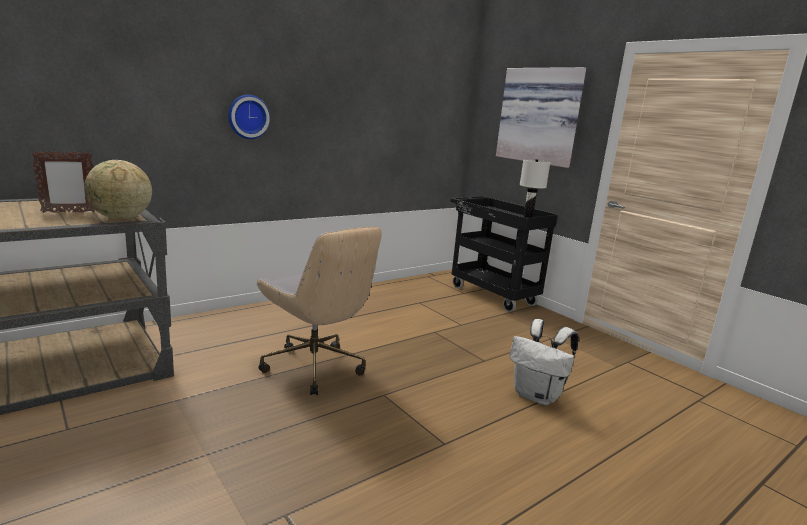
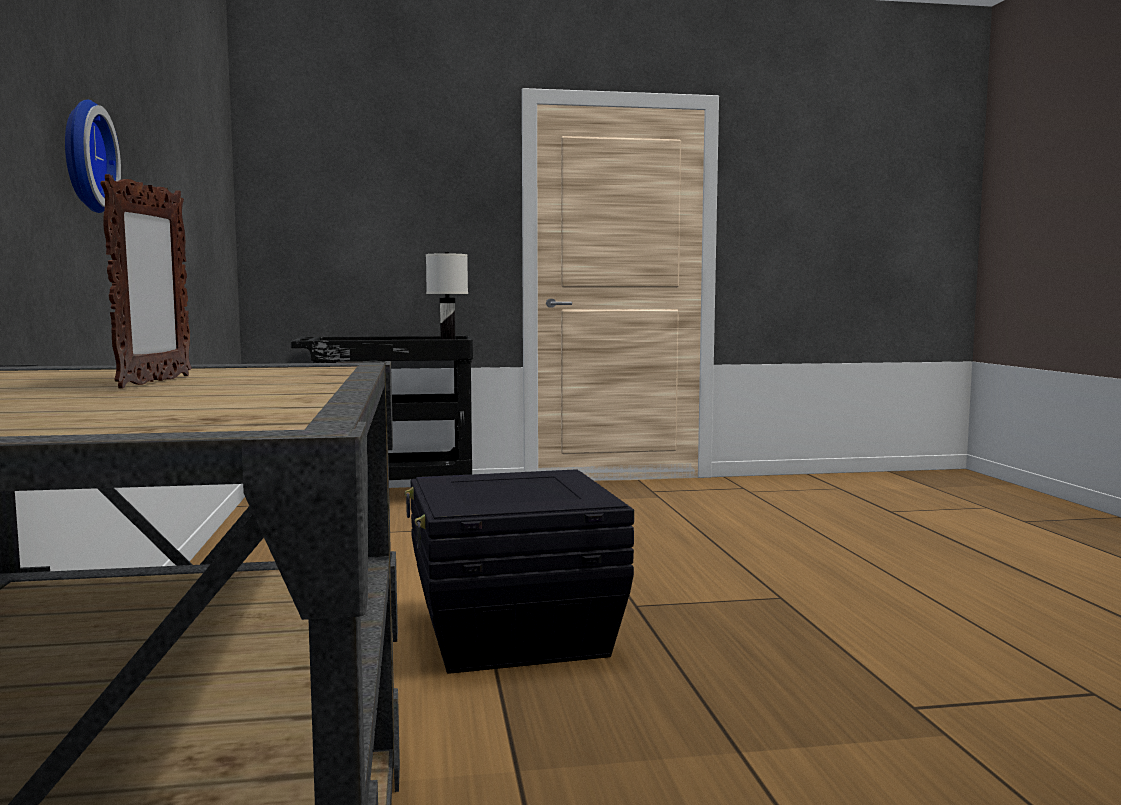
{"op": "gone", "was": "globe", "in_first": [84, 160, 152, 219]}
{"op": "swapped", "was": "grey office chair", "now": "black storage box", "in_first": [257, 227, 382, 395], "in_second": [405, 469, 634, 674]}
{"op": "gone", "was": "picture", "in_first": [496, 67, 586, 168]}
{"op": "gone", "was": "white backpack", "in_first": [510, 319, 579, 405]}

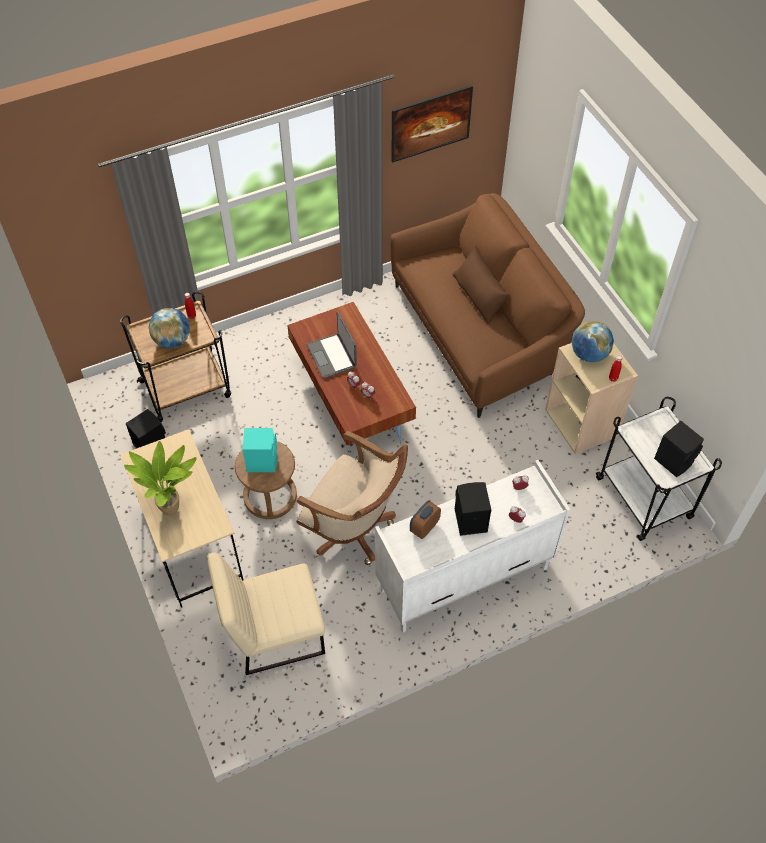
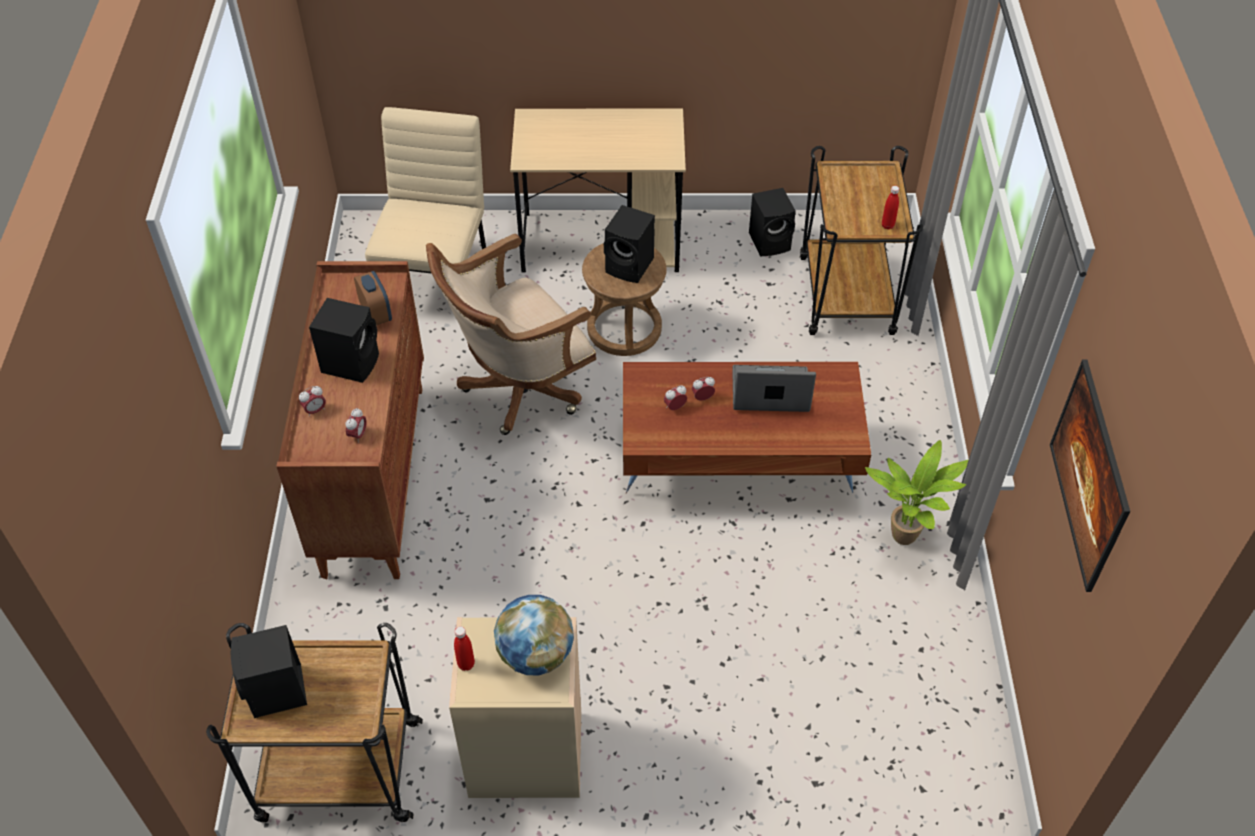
{"op": "shifted", "was": "potted plant", "in_first": [124, 441, 197, 516], "in_second": [865, 440, 968, 545]}
{"op": "gone", "was": "globe", "in_first": [149, 308, 190, 348]}
{"op": "repainted", "was": "turquoise speaker", "now": "black speaker", "in_first": [243, 428, 277, 472], "in_second": [604, 205, 655, 283]}
{"op": "repainted", "was": "white cabinet", "now": "brown cabinet", "in_first": [375, 460, 570, 633], "in_second": [276, 261, 424, 579]}
{"op": "gone", "was": "brown sofa", "in_first": [390, 193, 585, 418]}
{"op": "repainted", "was": "white cart", "now": "brown cart", "in_first": [596, 397, 722, 541], "in_second": [206, 623, 423, 822]}

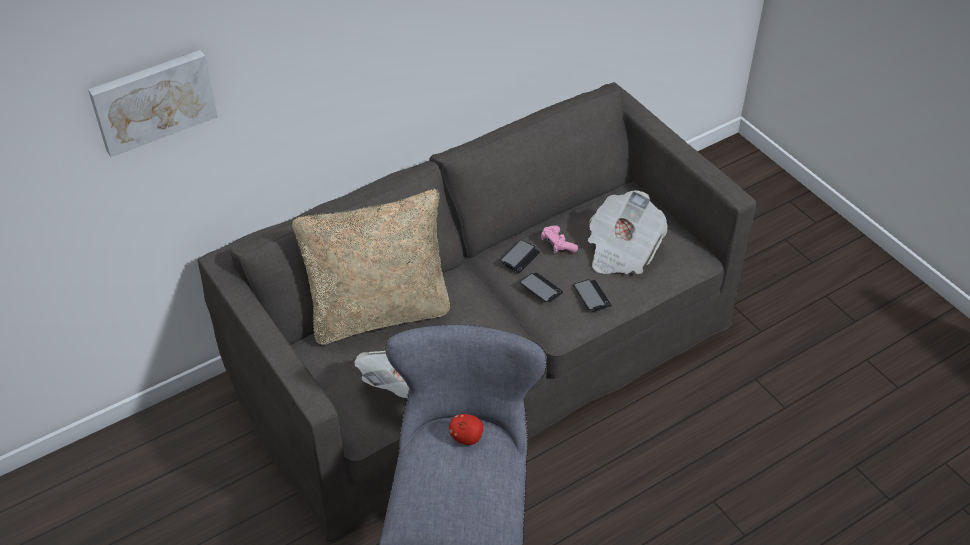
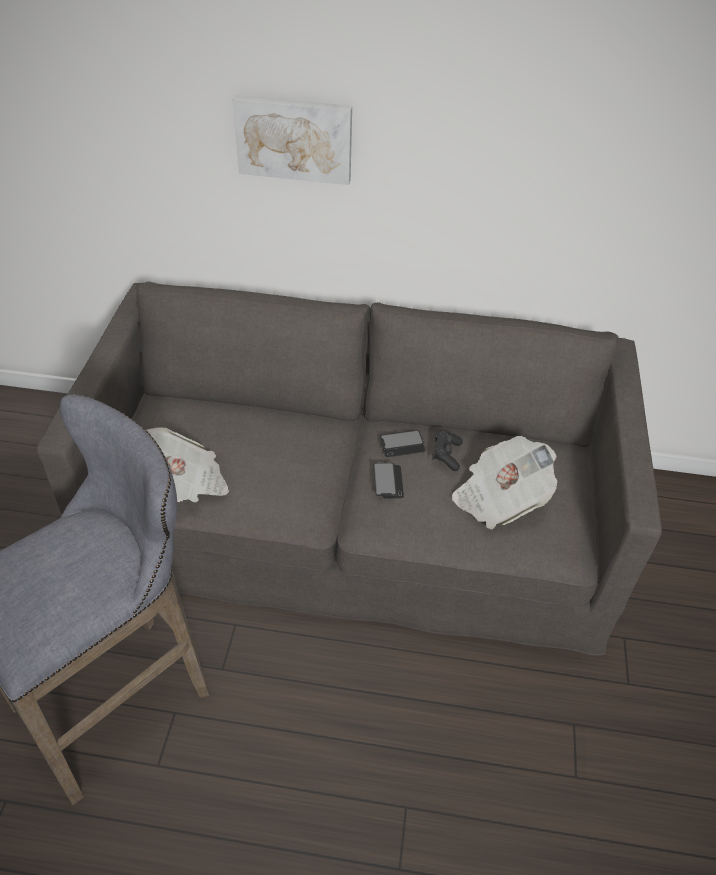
{"op": "shifted", "was": "picture", "in_first": [88, 50, 218, 157], "in_second": [233, 95, 352, 185]}
{"op": "gone", "was": "beige pillow", "in_first": [292, 189, 450, 345]}
{"op": "gone", "was": "apple", "in_first": [449, 414, 483, 445]}
{"op": "repainted", "was": "pink game controller", "now": "black game controller", "in_first": [541, 226, 578, 253], "in_second": [432, 431, 463, 471]}
{"op": "gone", "was": "phone", "in_first": [573, 279, 612, 311]}

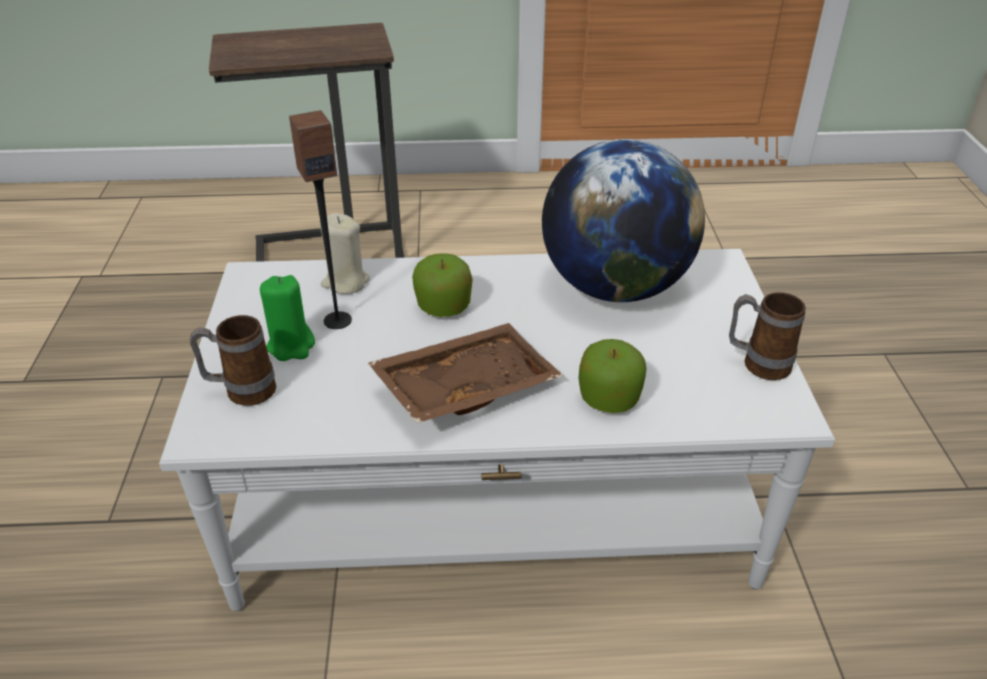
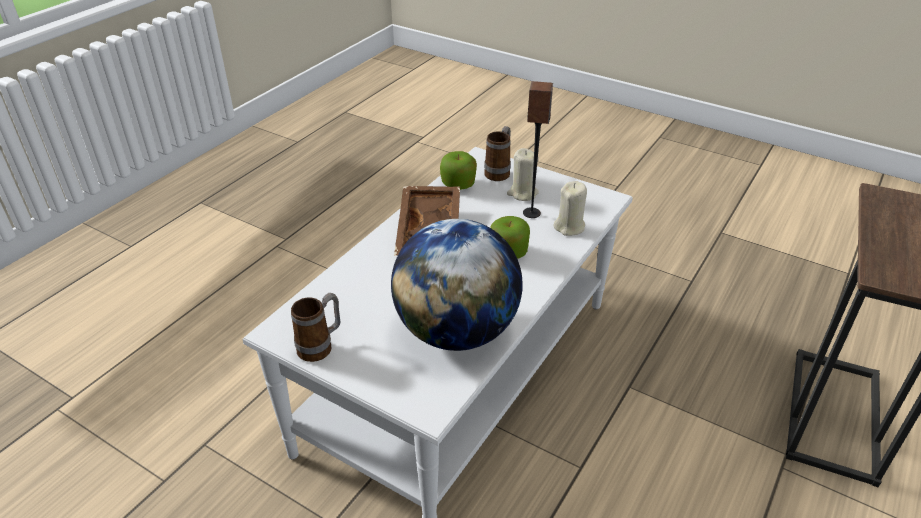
{"op": "repainted", "was": "green candle", "now": "beige candle", "in_first": [260, 275, 315, 361], "in_second": [507, 148, 539, 201]}
{"op": "shifted", "was": "apple", "in_first": [579, 339, 647, 413], "in_second": [440, 151, 477, 190]}

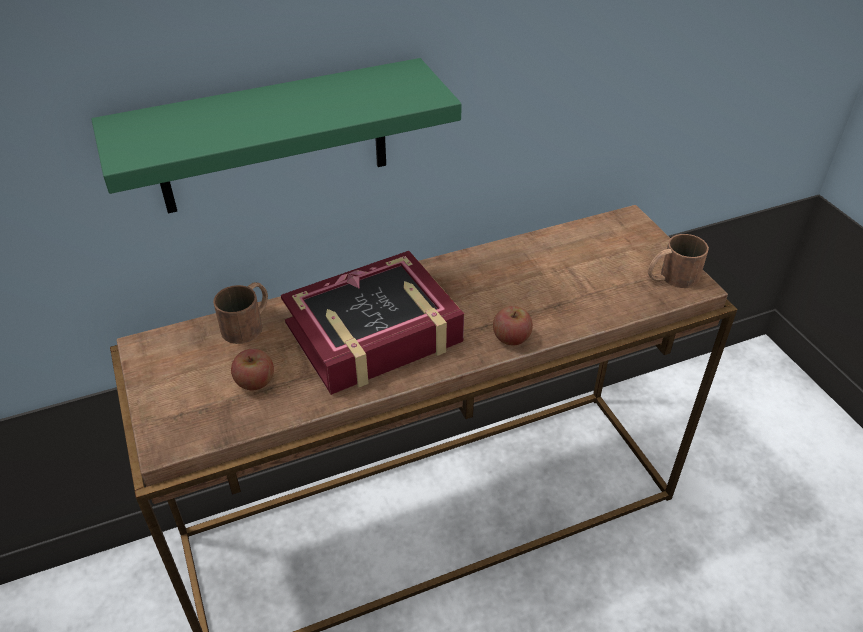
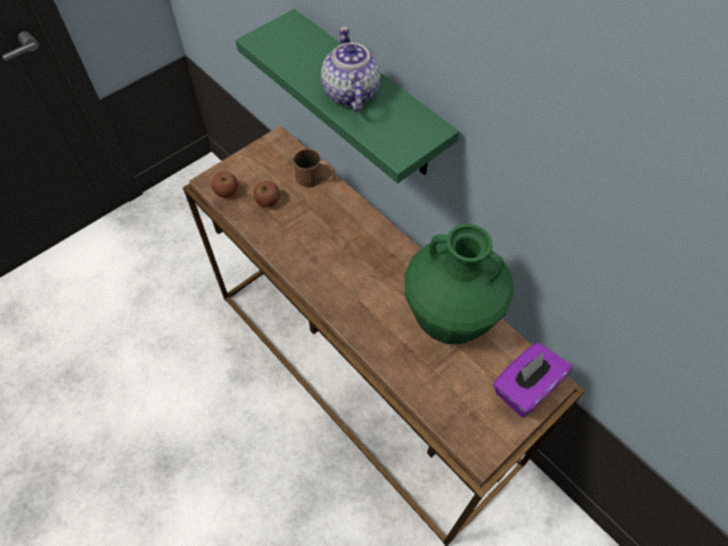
{"op": "gone", "was": "book", "in_first": [281, 251, 464, 395]}
{"op": "shifted", "was": "apple", "in_first": [493, 306, 533, 345], "in_second": [212, 172, 238, 198]}
{"op": "gone", "was": "brown mug", "in_first": [648, 234, 709, 288]}
{"op": "new", "now": "teapot", "in_second": [321, 27, 381, 112]}
{"op": "new", "now": "green vase", "in_second": [405, 224, 514, 344]}
{"op": "new", "now": "purple tissue box", "in_second": [493, 343, 573, 417]}

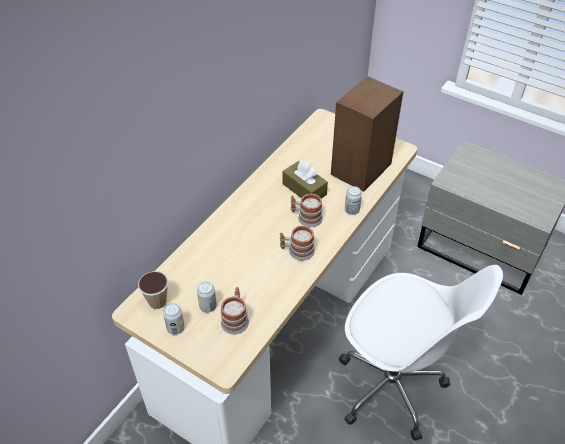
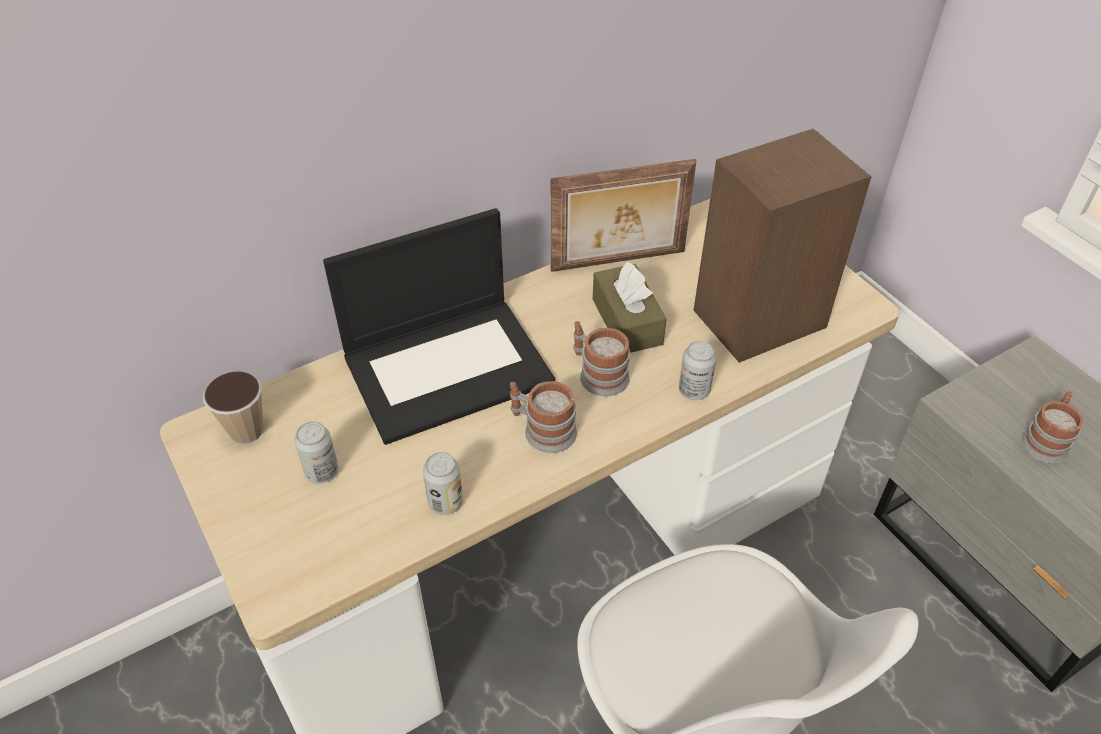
{"op": "shifted", "was": "can", "in_first": [163, 303, 185, 335], "in_second": [423, 452, 463, 515]}
{"op": "shifted", "was": "mug", "in_first": [220, 287, 249, 335], "in_second": [1021, 391, 1084, 463]}
{"op": "new", "now": "laptop", "in_second": [323, 208, 555, 445]}
{"op": "new", "now": "picture frame", "in_second": [551, 159, 696, 272]}

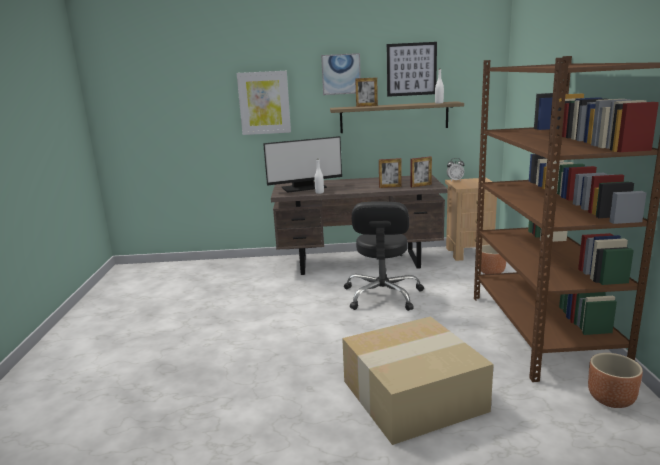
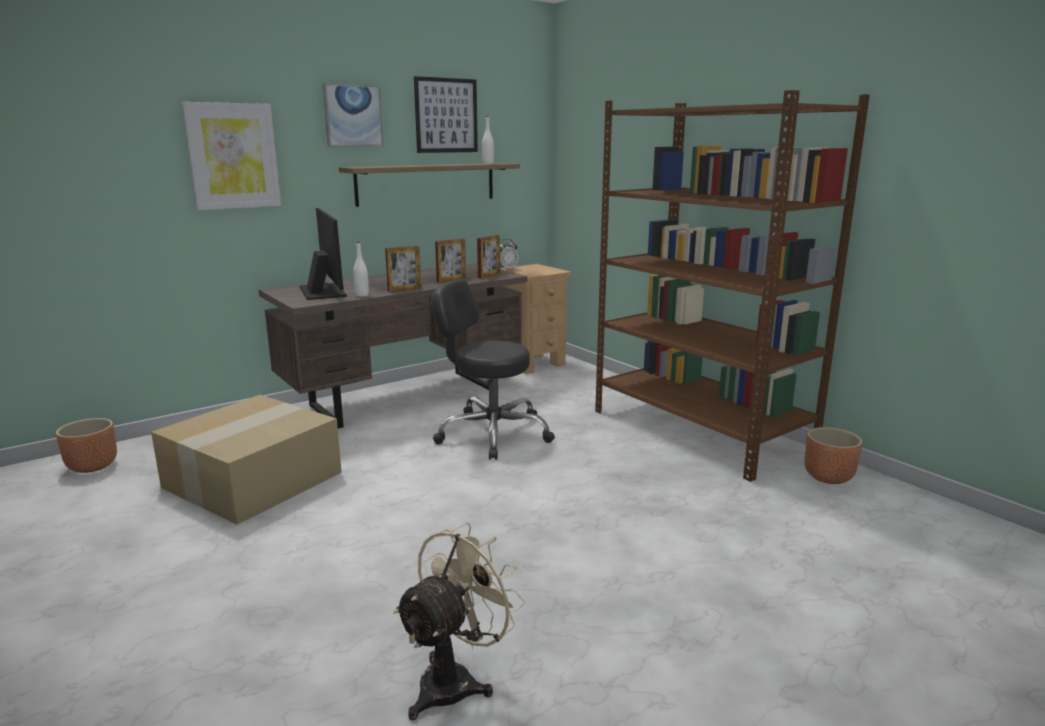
{"op": "rotated", "was": "monitor", "in_first": [263, 136, 342, 193], "in_second": [299, 208, 347, 300], "clockwise": -60}
{"op": "shifted", "was": "cardboard box", "in_first": [342, 316, 494, 445], "in_second": [151, 395, 342, 525]}
{"op": "rotated", "was": "black office chair", "in_first": [344, 201, 424, 311], "in_second": [431, 279, 555, 460], "clockwise": 135}
{"op": "shifted", "was": "picture frame", "in_first": [355, 77, 378, 107], "in_second": [385, 246, 422, 292]}
{"op": "shifted", "was": "brown planter", "in_first": [478, 245, 506, 274], "in_second": [56, 418, 117, 473]}
{"op": "new", "now": "beige fan", "in_second": [393, 522, 525, 721]}

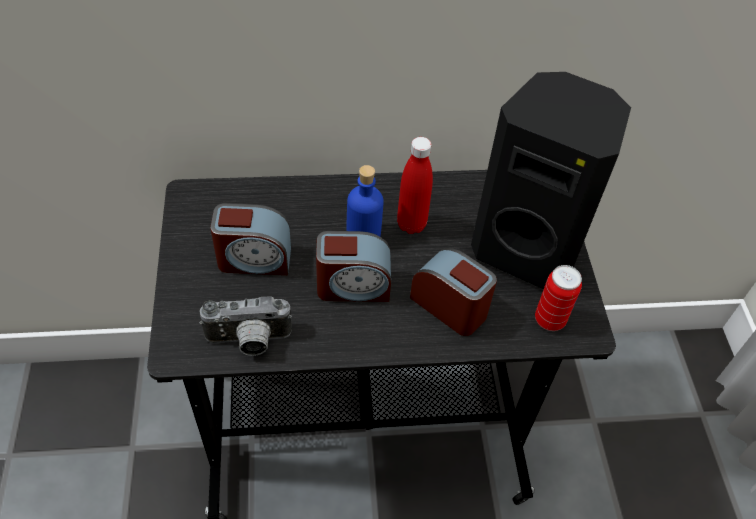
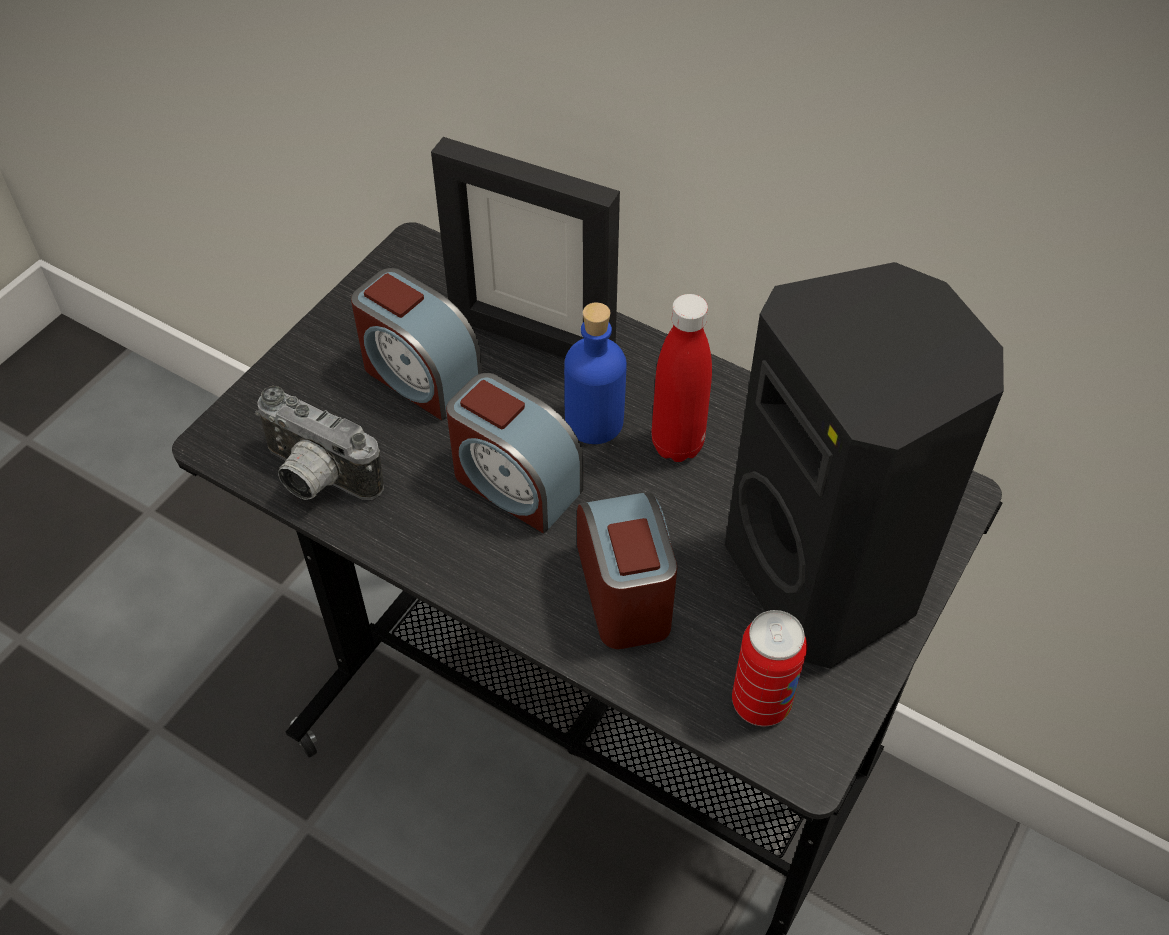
{"op": "new", "now": "picture frame", "in_second": [431, 137, 620, 358]}

